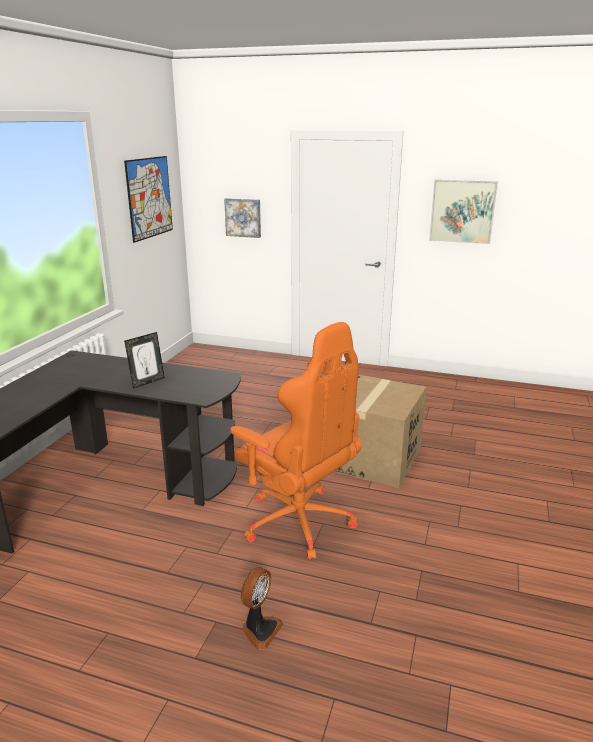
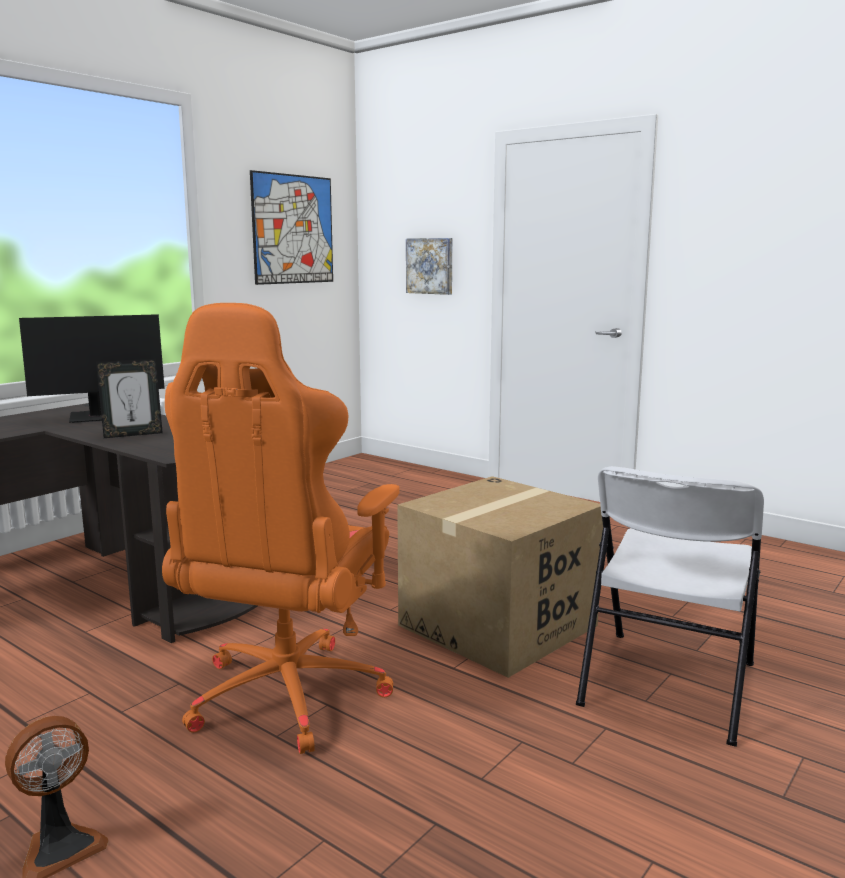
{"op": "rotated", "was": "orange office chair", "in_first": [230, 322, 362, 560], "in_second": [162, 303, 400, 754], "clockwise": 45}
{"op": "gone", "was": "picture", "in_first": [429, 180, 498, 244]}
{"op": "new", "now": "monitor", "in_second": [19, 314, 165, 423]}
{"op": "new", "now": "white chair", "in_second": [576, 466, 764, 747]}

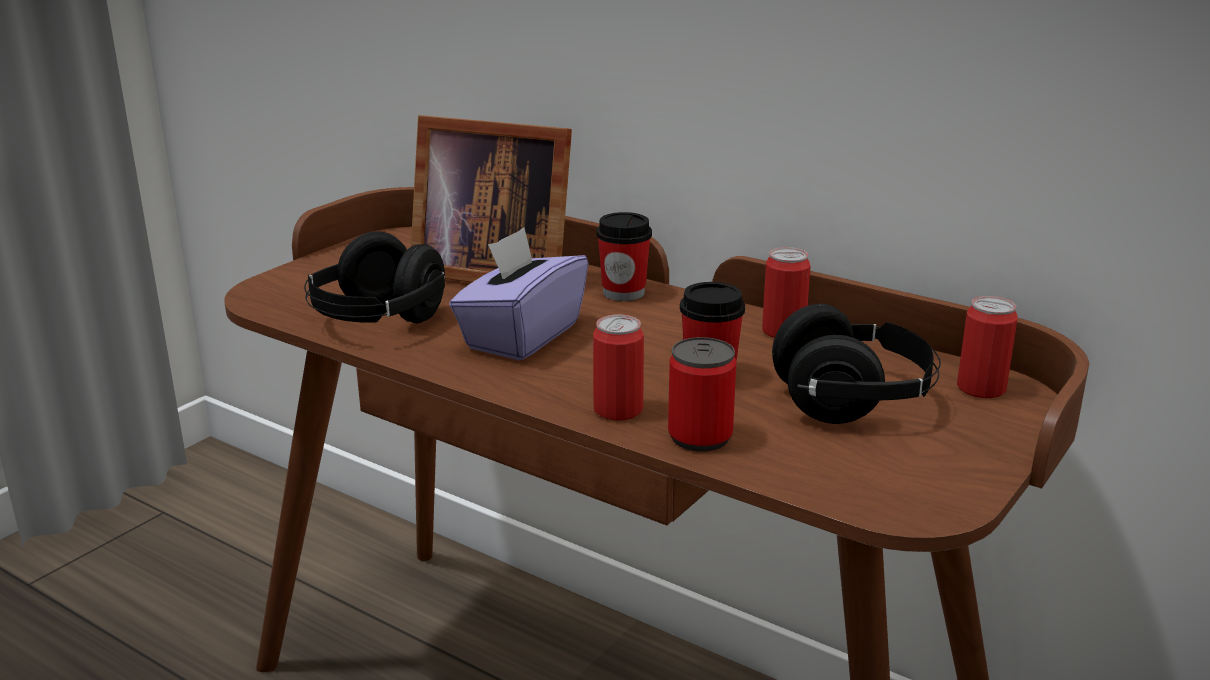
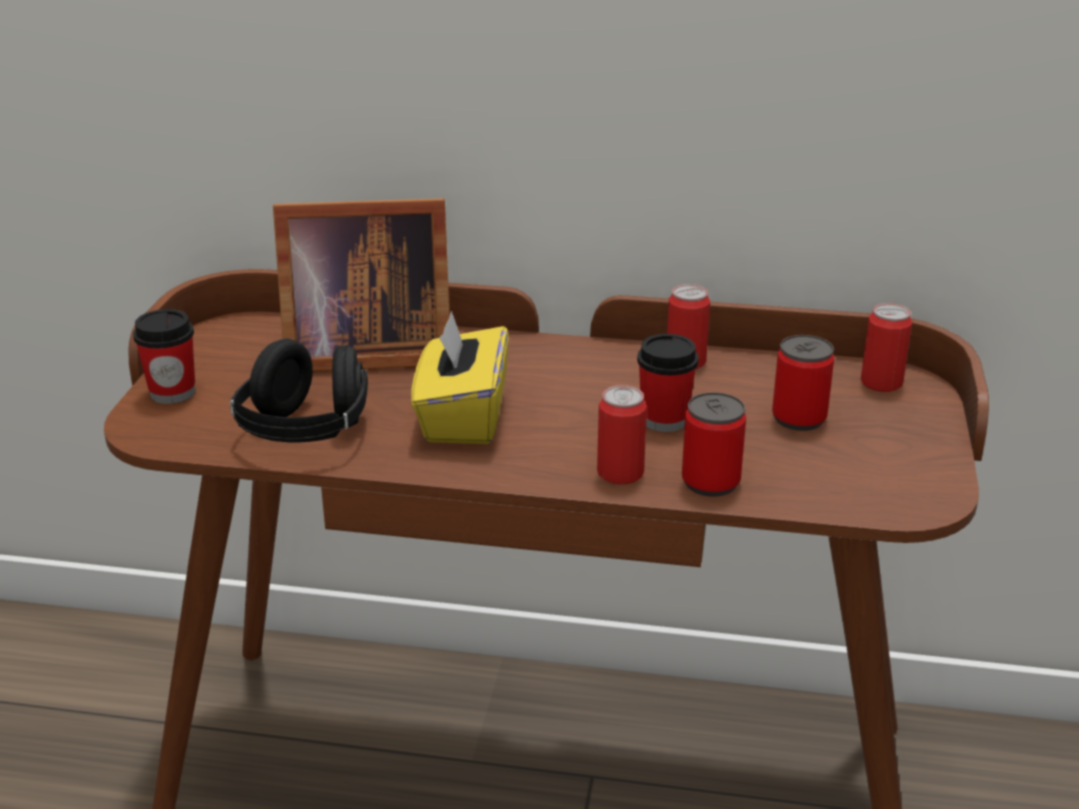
{"op": "repainted", "was": "purple tissue box", "now": "yellow tissue box", "in_first": [449, 228, 588, 361], "in_second": [411, 311, 509, 444]}
{"op": "shifted", "was": "cup", "in_first": [596, 212, 652, 301], "in_second": [133, 309, 195, 404]}
{"op": "swapped", "was": "black headphones", "now": "can", "in_first": [772, 304, 941, 424], "in_second": [772, 335, 834, 431]}

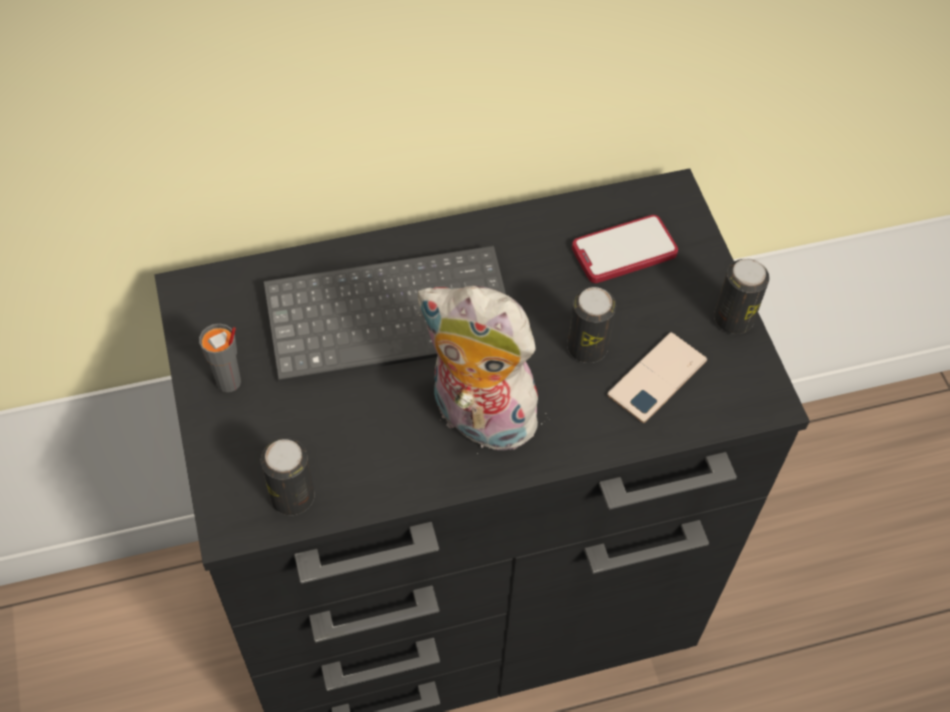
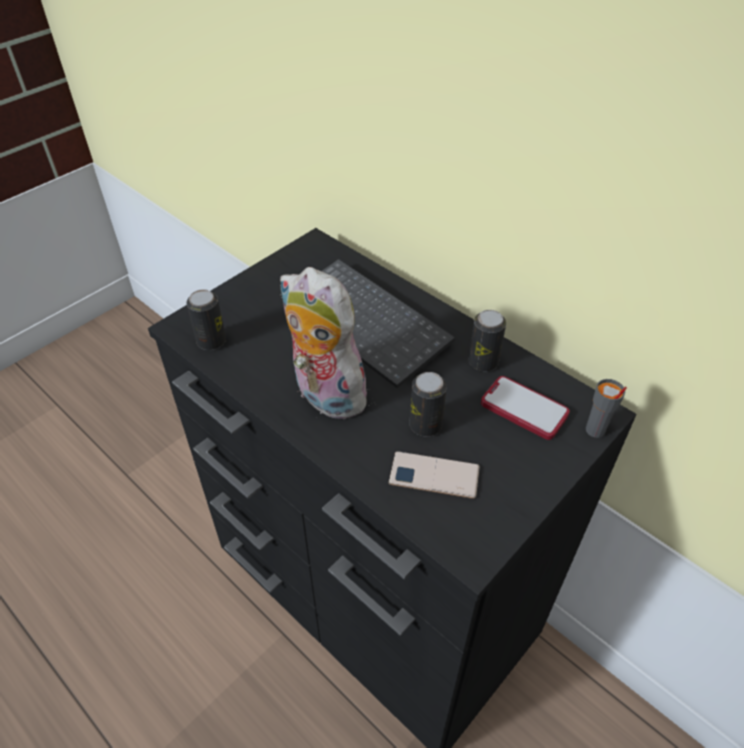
{"op": "shifted", "was": "grey cup", "in_first": [199, 324, 241, 392], "in_second": [586, 379, 627, 438]}
{"op": "rotated", "was": "plush toy", "in_first": [418, 286, 546, 454], "in_second": [280, 267, 369, 419], "clockwise": -45}
{"op": "shifted", "was": "can", "in_first": [714, 259, 769, 334], "in_second": [469, 310, 506, 371]}

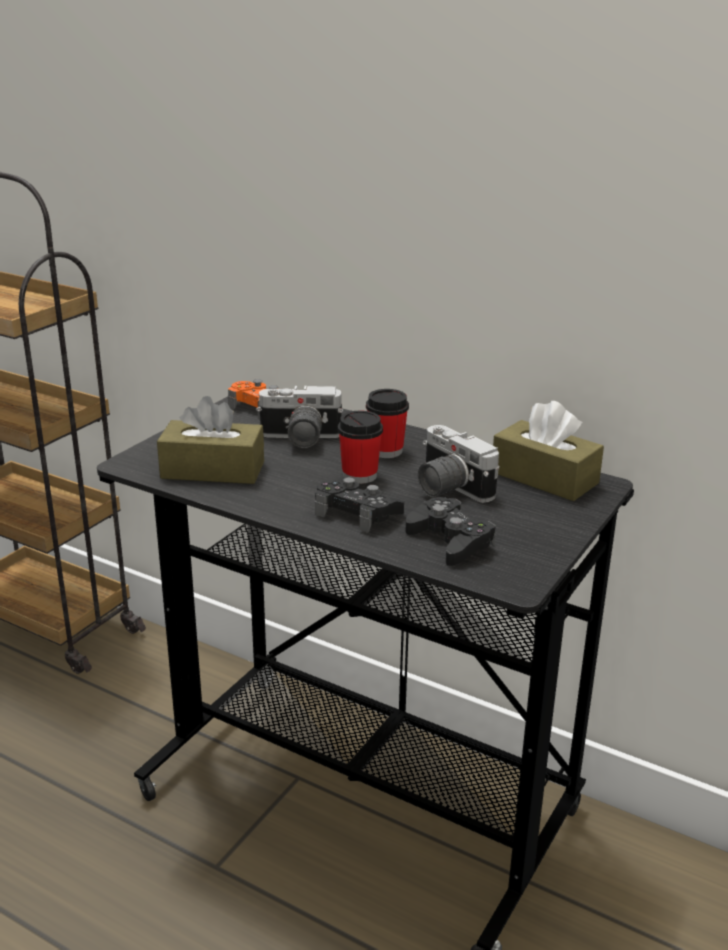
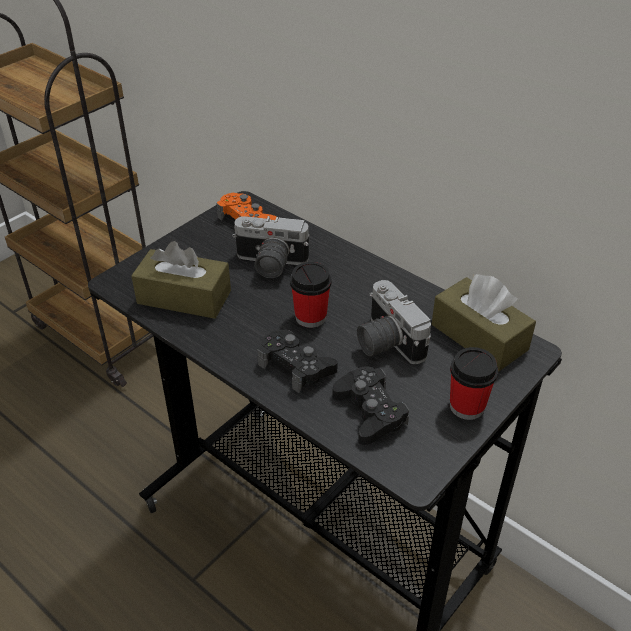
{"op": "shifted", "was": "cup", "in_first": [366, 389, 409, 458], "in_second": [450, 347, 498, 420]}

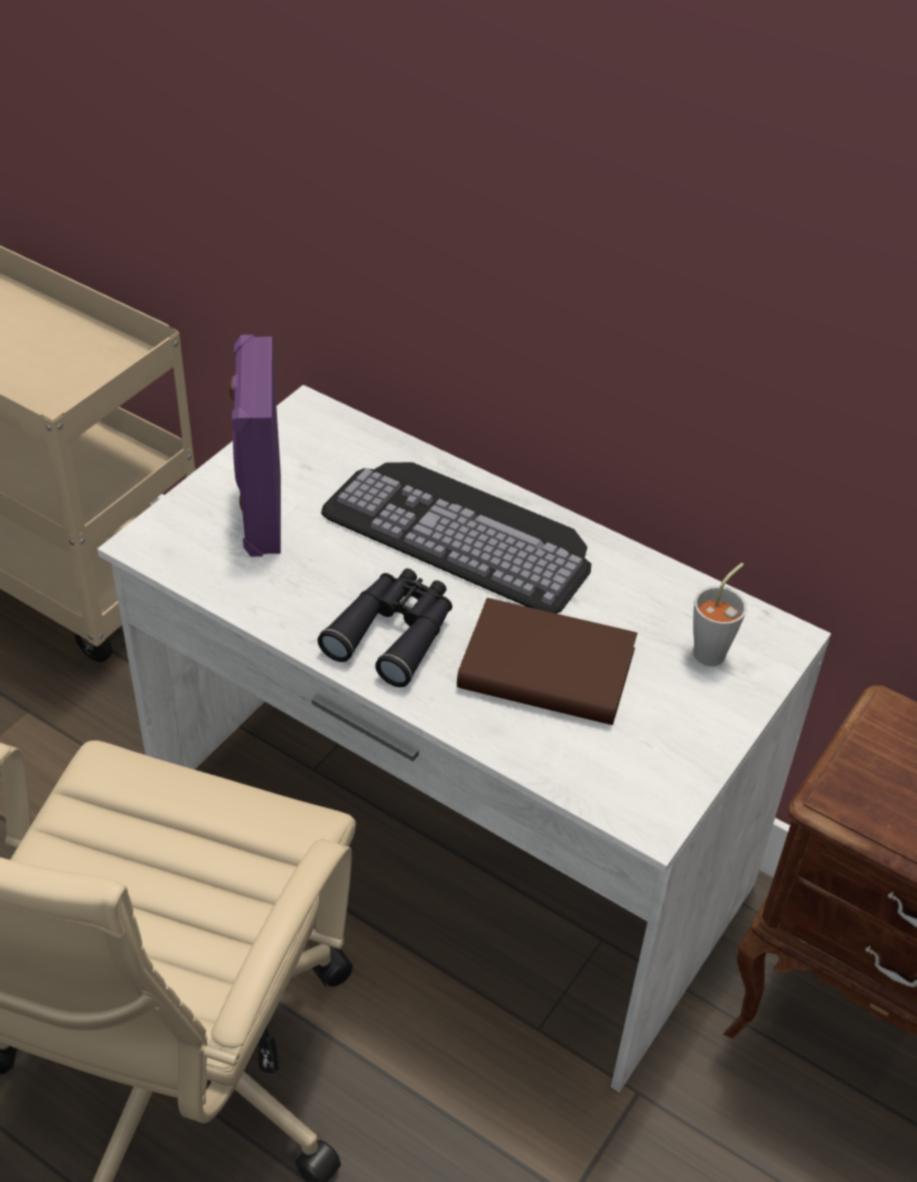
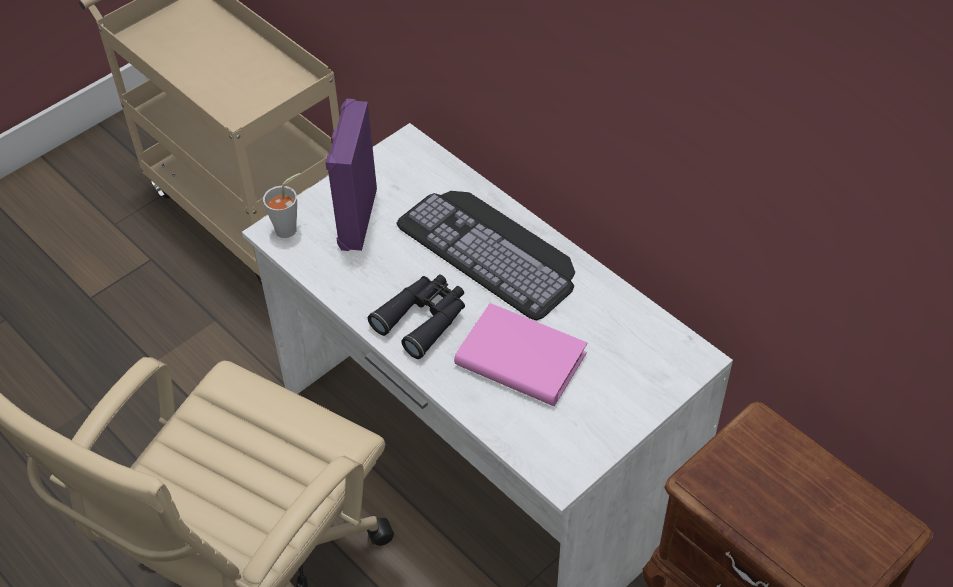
{"op": "repainted", "was": "brown book", "now": "pink book", "in_first": [457, 598, 637, 725], "in_second": [454, 303, 587, 406]}
{"op": "shifted", "was": "grey cup", "in_first": [693, 563, 747, 666], "in_second": [263, 173, 301, 238]}

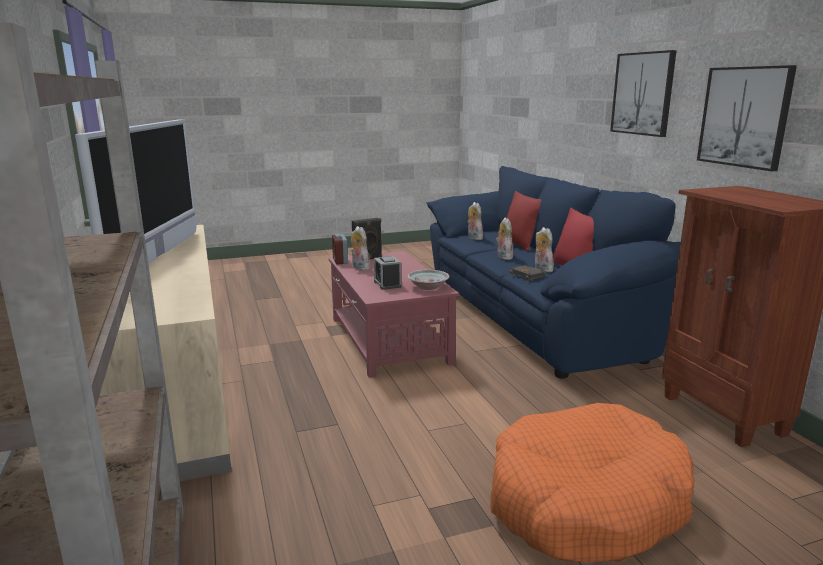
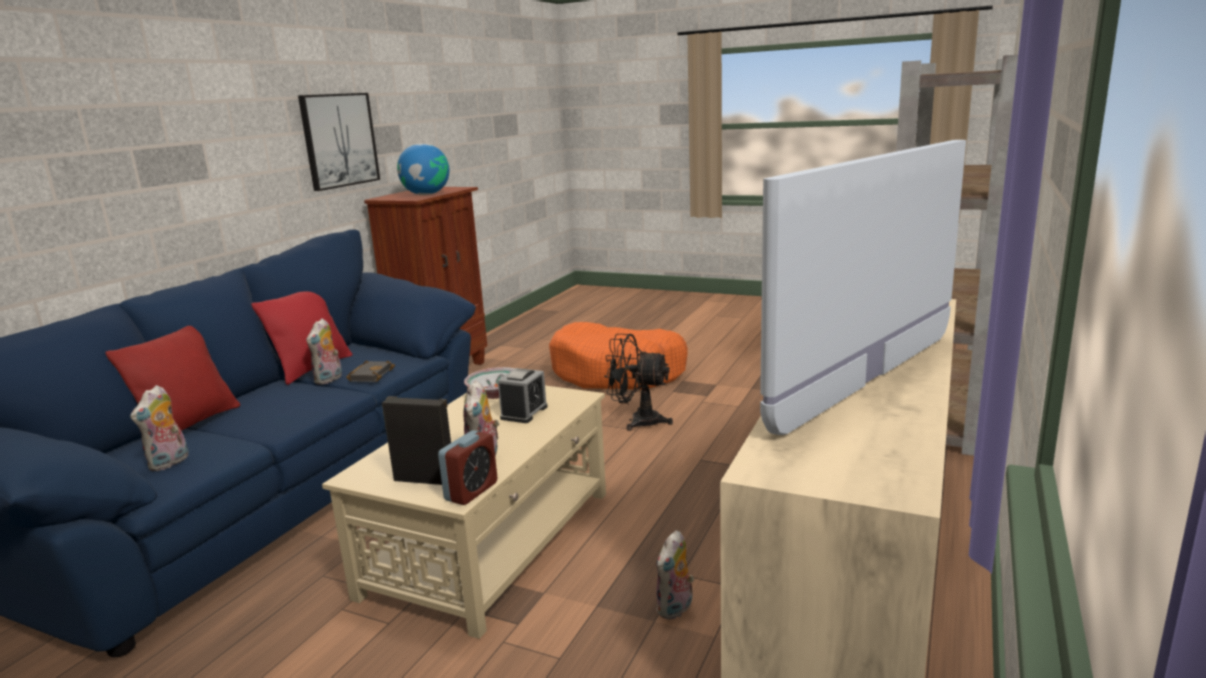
{"op": "repainted", "was": "red coffee table", "now": "beige coffee table", "in_first": [329, 251, 459, 378], "in_second": [322, 386, 606, 639]}
{"op": "shifted", "was": "plush toy", "in_first": [496, 217, 514, 260], "in_second": [656, 530, 694, 620]}
{"op": "gone", "was": "picture", "in_first": [610, 50, 677, 137]}
{"op": "new", "now": "globe", "in_second": [397, 144, 449, 195]}
{"op": "new", "now": "black fan", "in_second": [604, 334, 673, 431]}

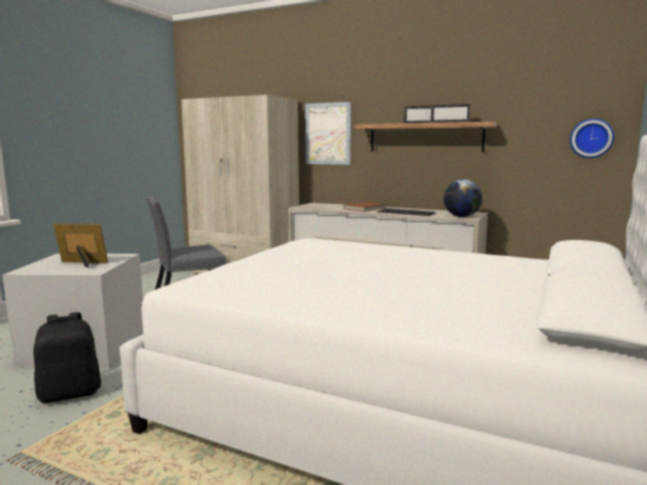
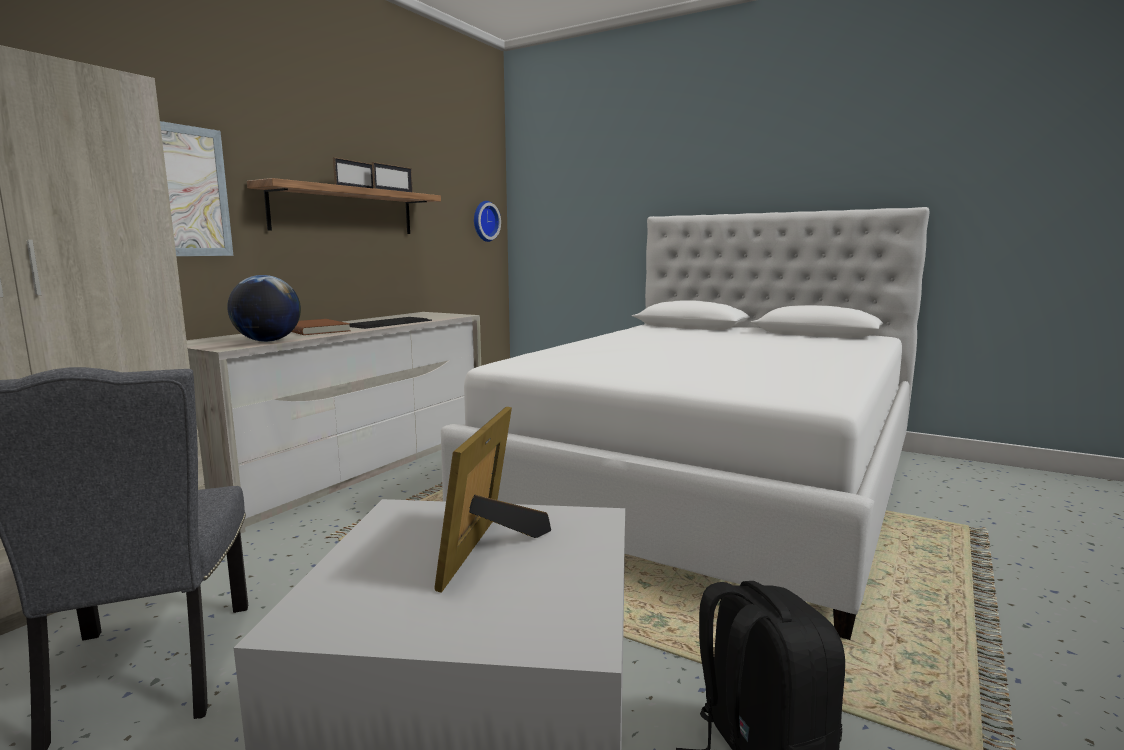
{"op": "shifted", "was": "globe", "in_first": [444, 179, 483, 217], "in_second": [227, 275, 301, 342]}

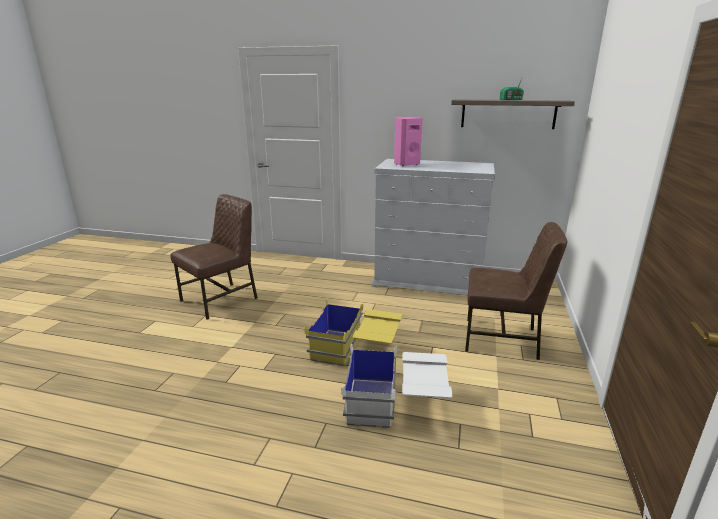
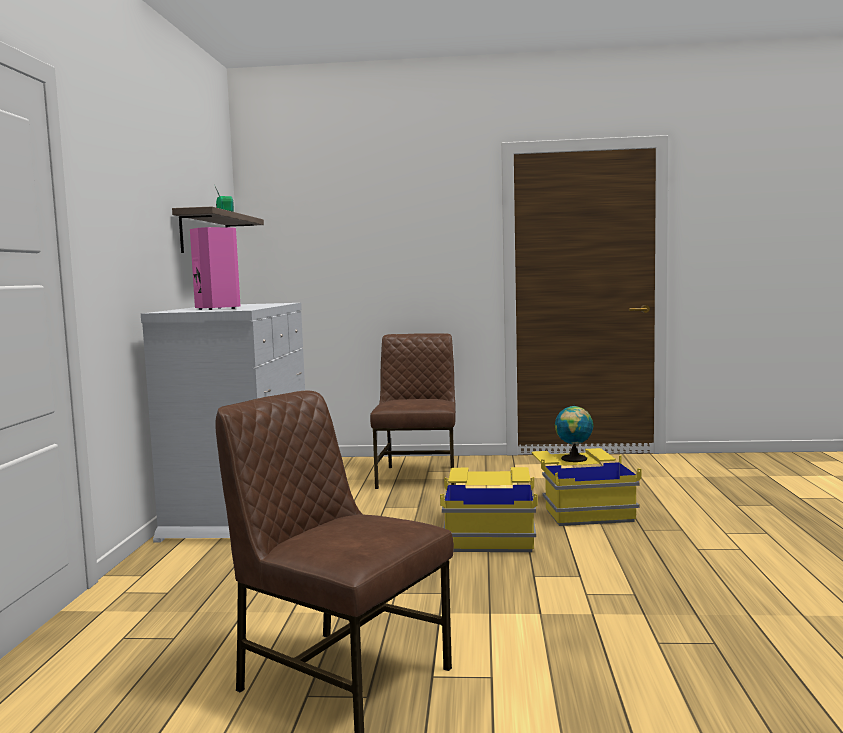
{"op": "repainted", "was": "white storage box", "now": "yellow storage box", "in_first": [341, 344, 453, 428], "in_second": [532, 448, 641, 526]}
{"op": "new", "now": "globe", "in_second": [555, 405, 594, 462]}

